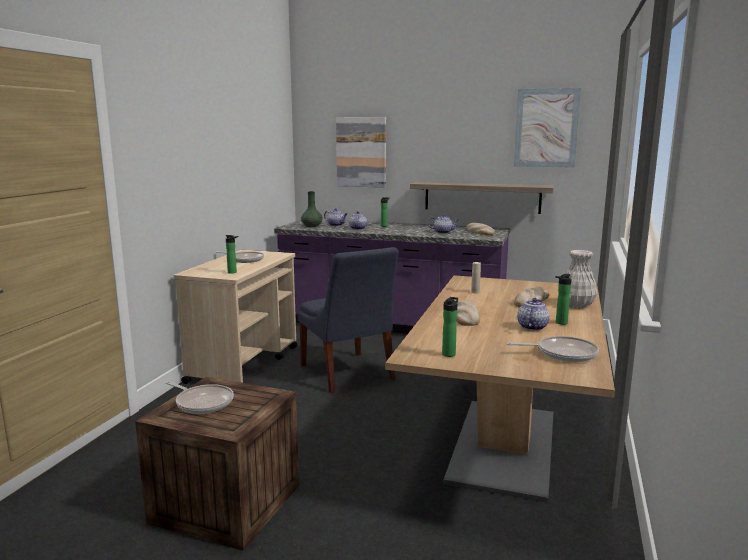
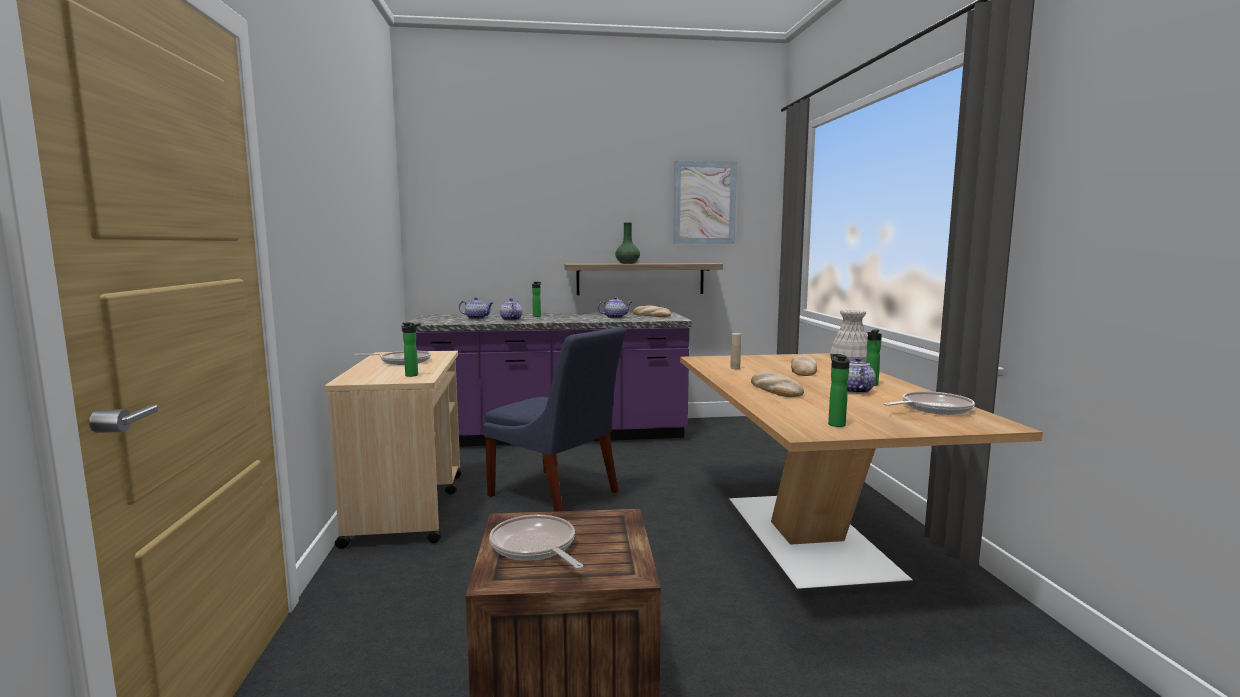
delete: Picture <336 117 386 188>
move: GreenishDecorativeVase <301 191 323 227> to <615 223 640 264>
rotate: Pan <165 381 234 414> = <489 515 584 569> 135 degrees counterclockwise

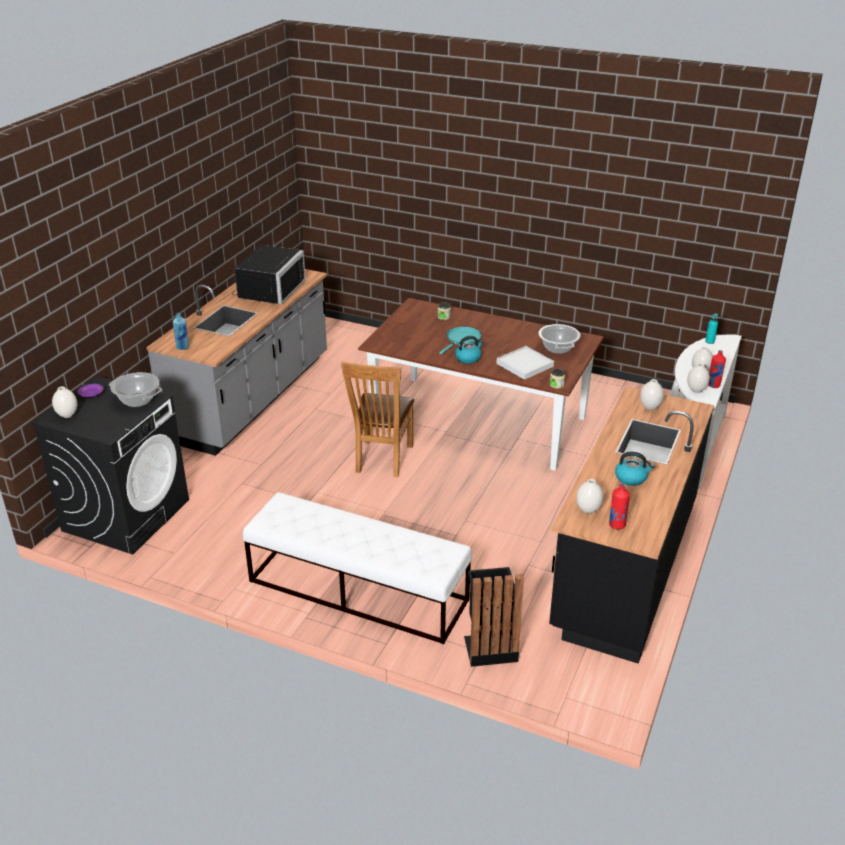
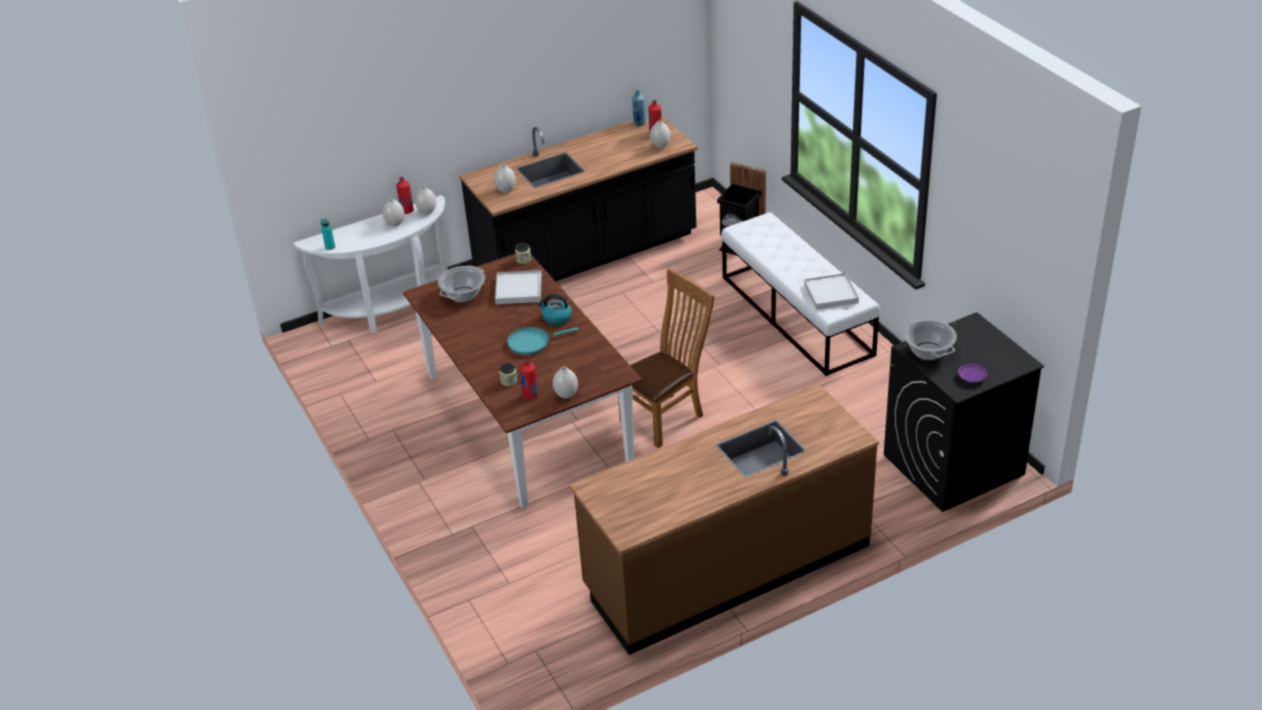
delete: BlackColouredMicrowaveOven <232 245 306 305>; WaterKettle <615 452 655 486>
insert: WhiteColouredTray <804 273 859 310>; RedBeverageBottle <520 359 538 400>
move: BlueBeverageBottle <173 313 189 350> to <632 90 646 126>; WhiteColouredDecorativeVase <52 386 77 418> to <553 367 578 399>
recolor: GreyishKitchenBaseUnit <146 269 327 456> to BrownishKitchenBaseUnit <569 384 879 655>

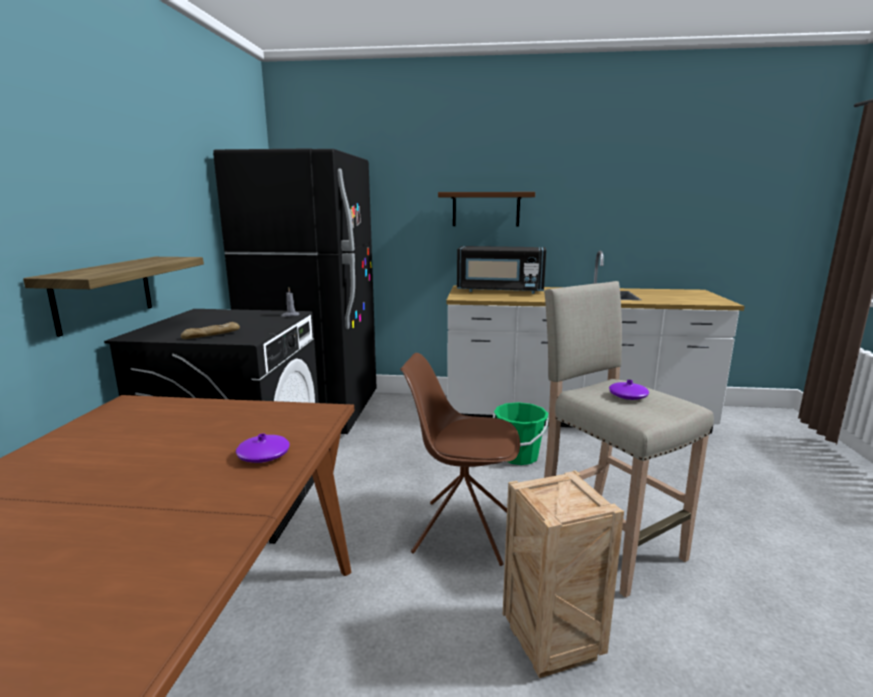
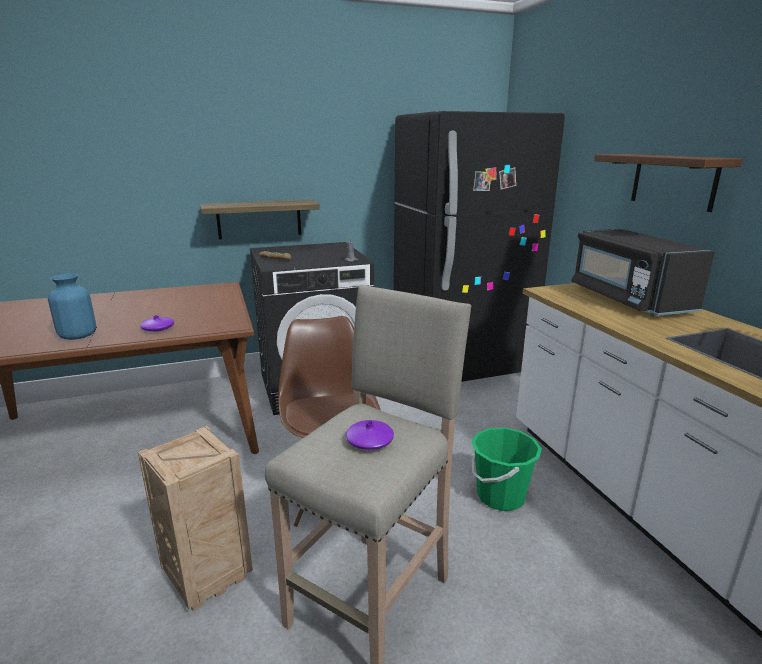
insert: BlueDecorativeVase <48 274 96 340>

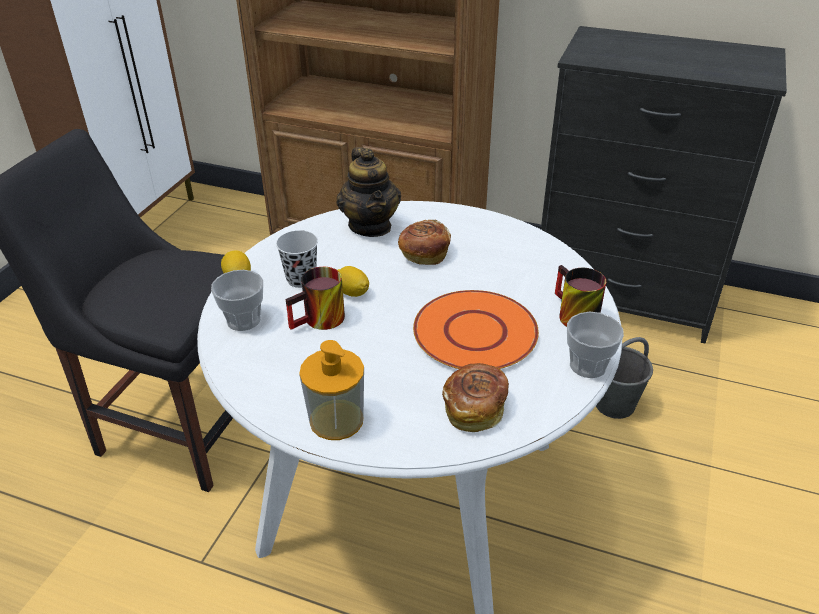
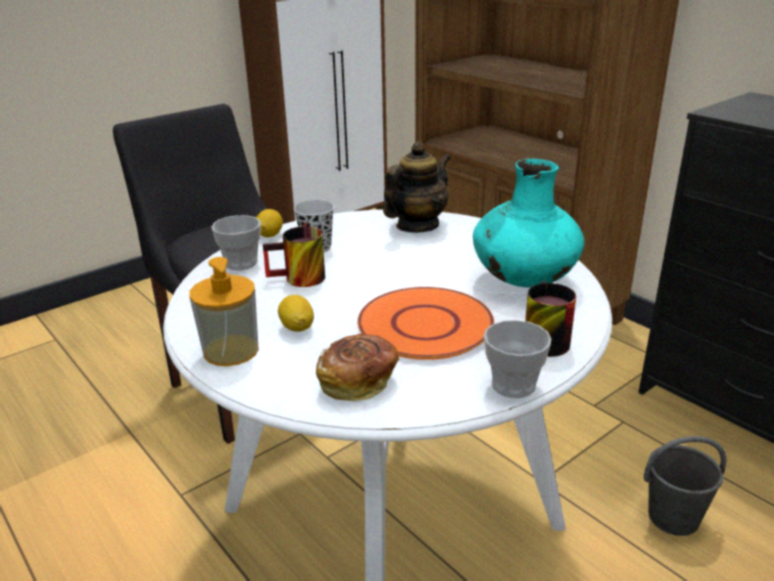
delete: BakedBread <398 220 451 265>
insert: TurquoiseColouredDecorativeVase <473 159 584 288>
move: WholeLemon <338 266 369 297> to <278 295 314 332>
rotate: TeaPot <336 147 401 237> = <383 141 451 233> 150 degrees counterclockwise

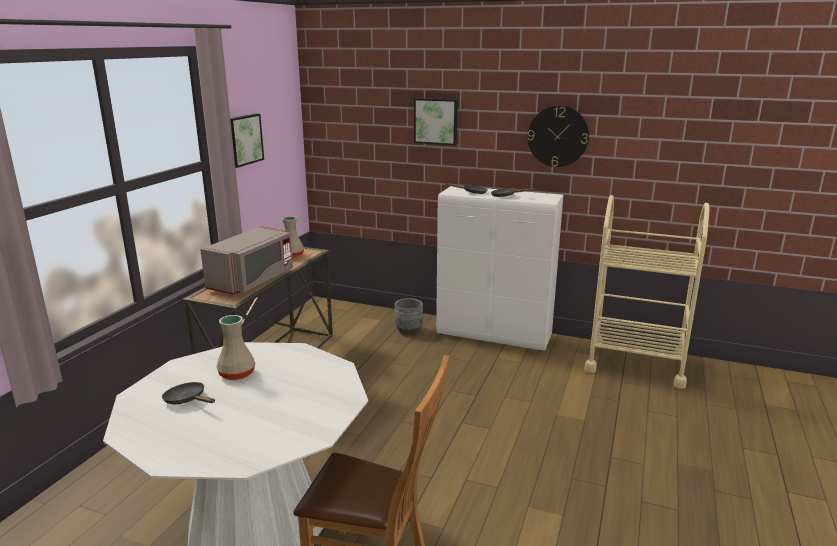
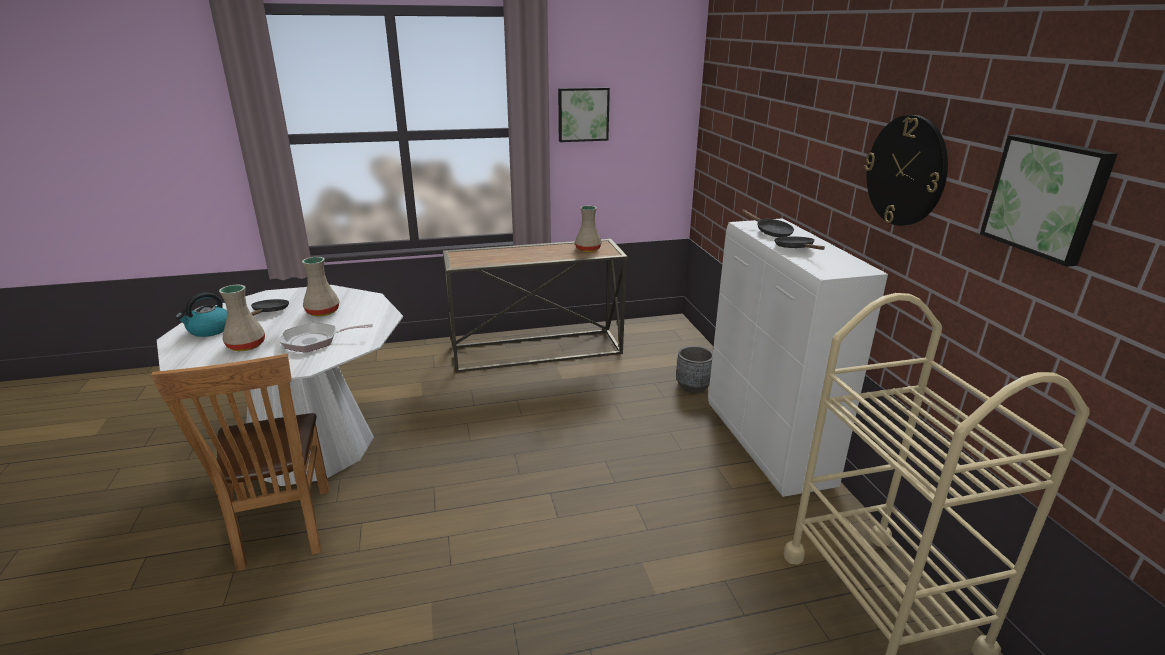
delete: GreyishMicrowaveOven <200 226 293 295>
insert: BeigeDecorativeVase <219 285 265 351>; WaterKettle <176 293 227 337>; Pan <280 322 373 353>
move: Picture <414 98 458 145> to <980 135 1118 267>

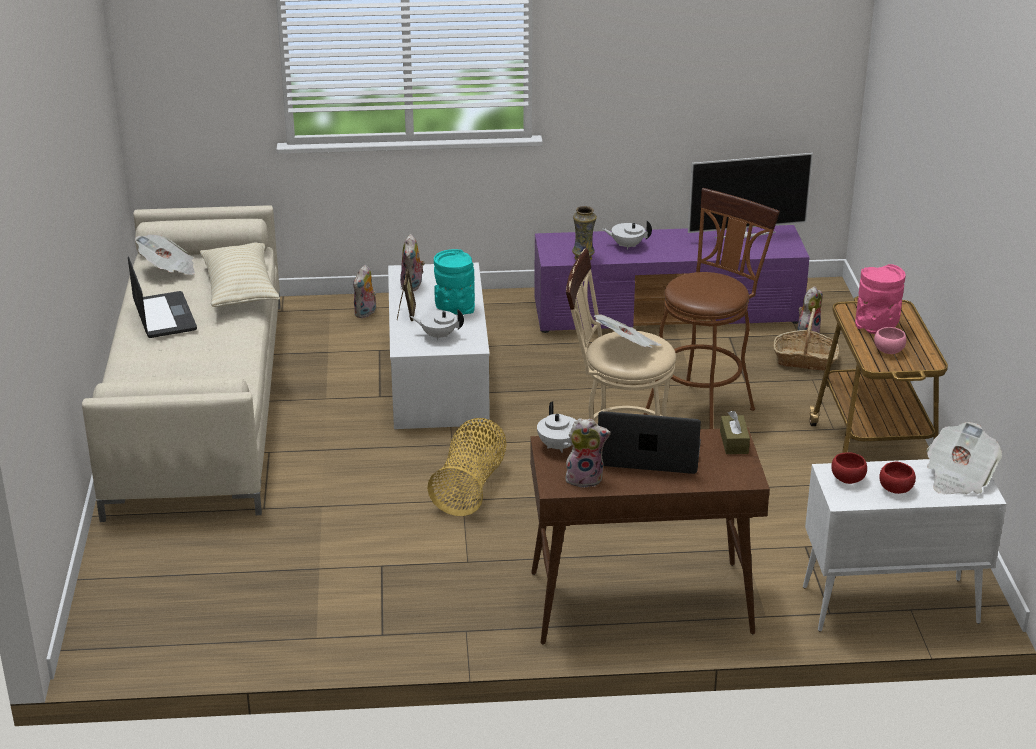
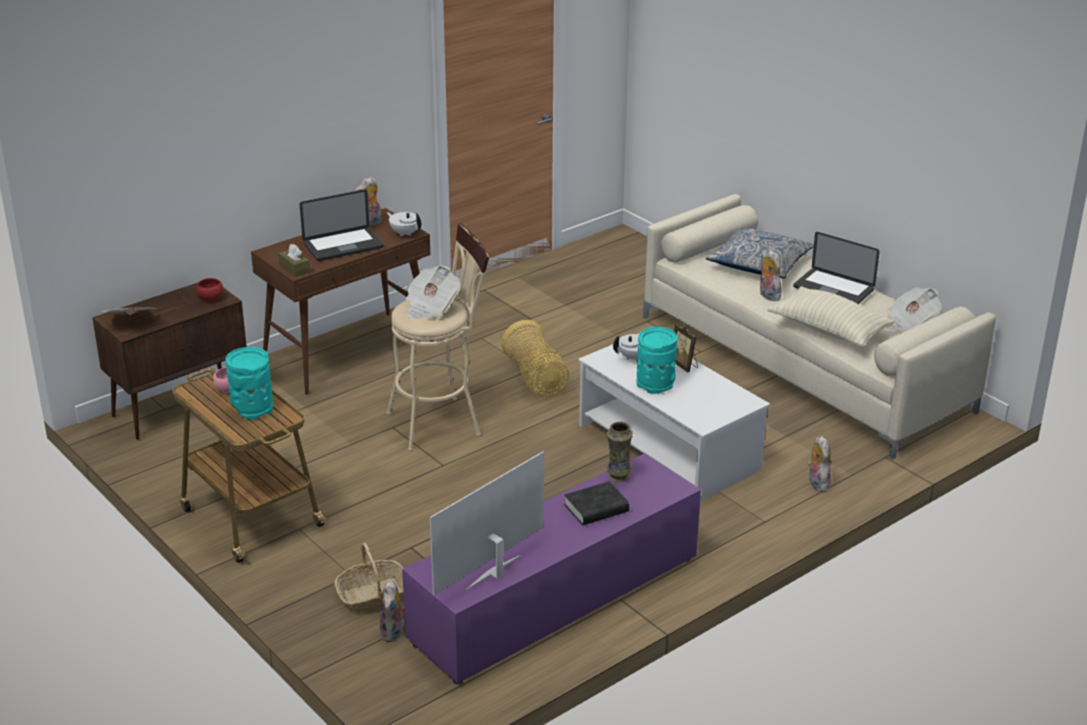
delete: BrownishStoolSeat <643 188 780 429>; RedServingBowl <879 462 916 494>
insert: Cushion <706 228 814 279>
move: CuddlyToy <400 234 425 292> to <760 250 782 301>
replace: WhiteColouredTeaPot <602 221 652 250> to BlackColouredBoundBook <564 481 629 525>
recolor: PinkColouredDecorativeVase <855 264 906 334> to TurquoiseColouredDecorativeVase <226 347 273 420>; WhiteColouredStorageCabinet <803 459 1007 632> to BrownishStorageCabinet <92 283 247 440>

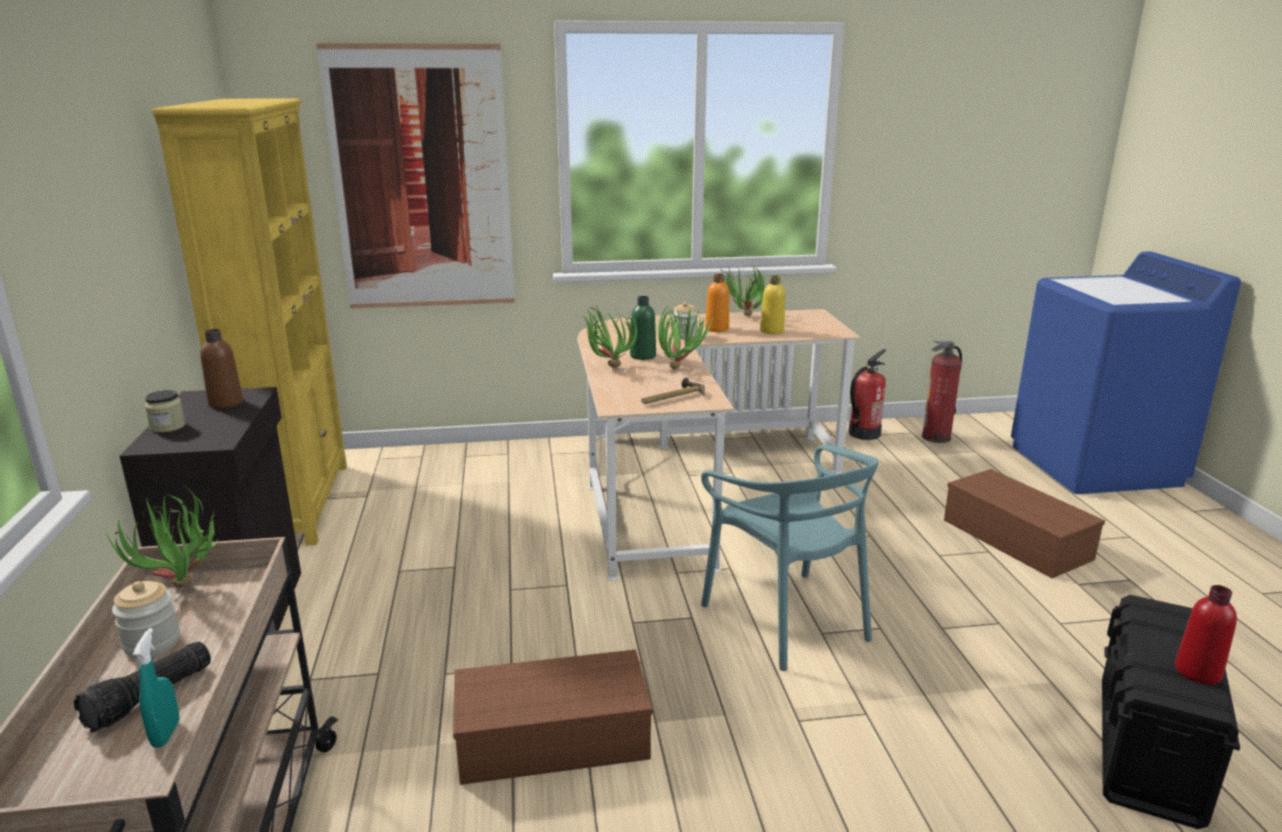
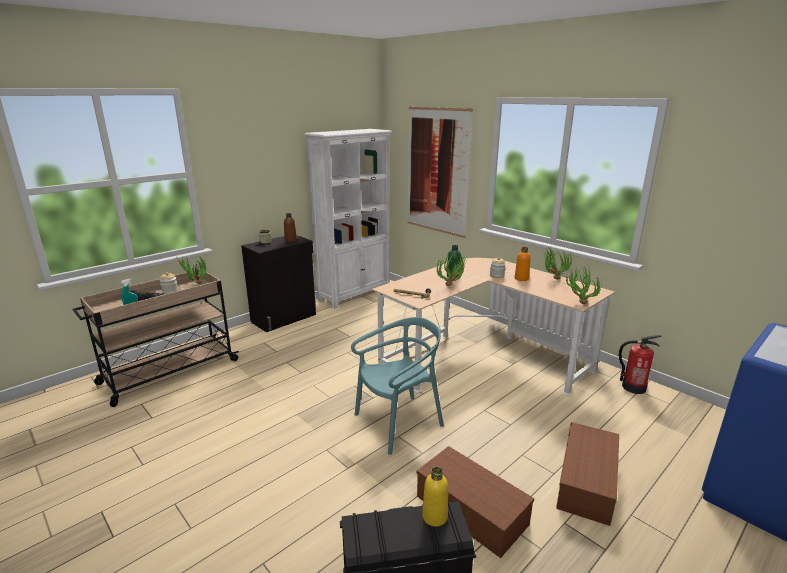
delete: Extinguisher <922 341 962 443>; RedBeverageBottle <1175 585 1237 684>
move: YellowColouredBeverageBottle <760 276 785 334> to <422 467 448 527>; Houseplant <581 303 637 368> to <566 266 602 304>; BrownishStorageContainer <453 649 653 785> to <417 446 534 558>
recolor: YellowColouredBookshelf <152 98 347 546> to WhiteColouredBookshelf <305 129 392 309>
rotate: TurquoiseColouredChair <701 445 879 671> = <351 317 444 455> 150 degrees counterclockwise

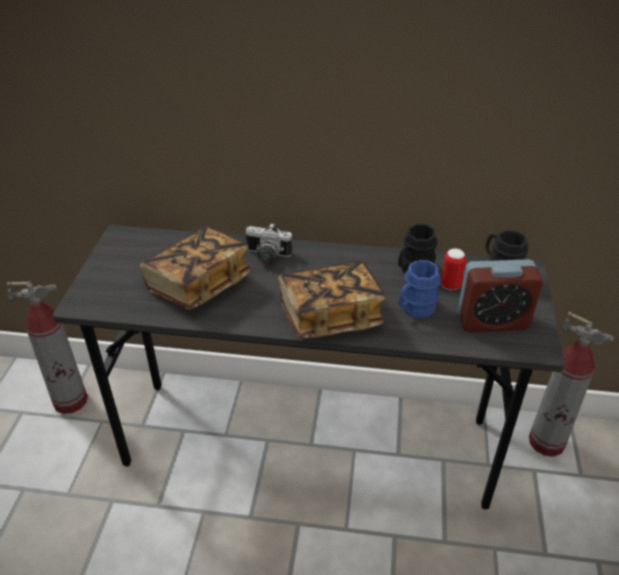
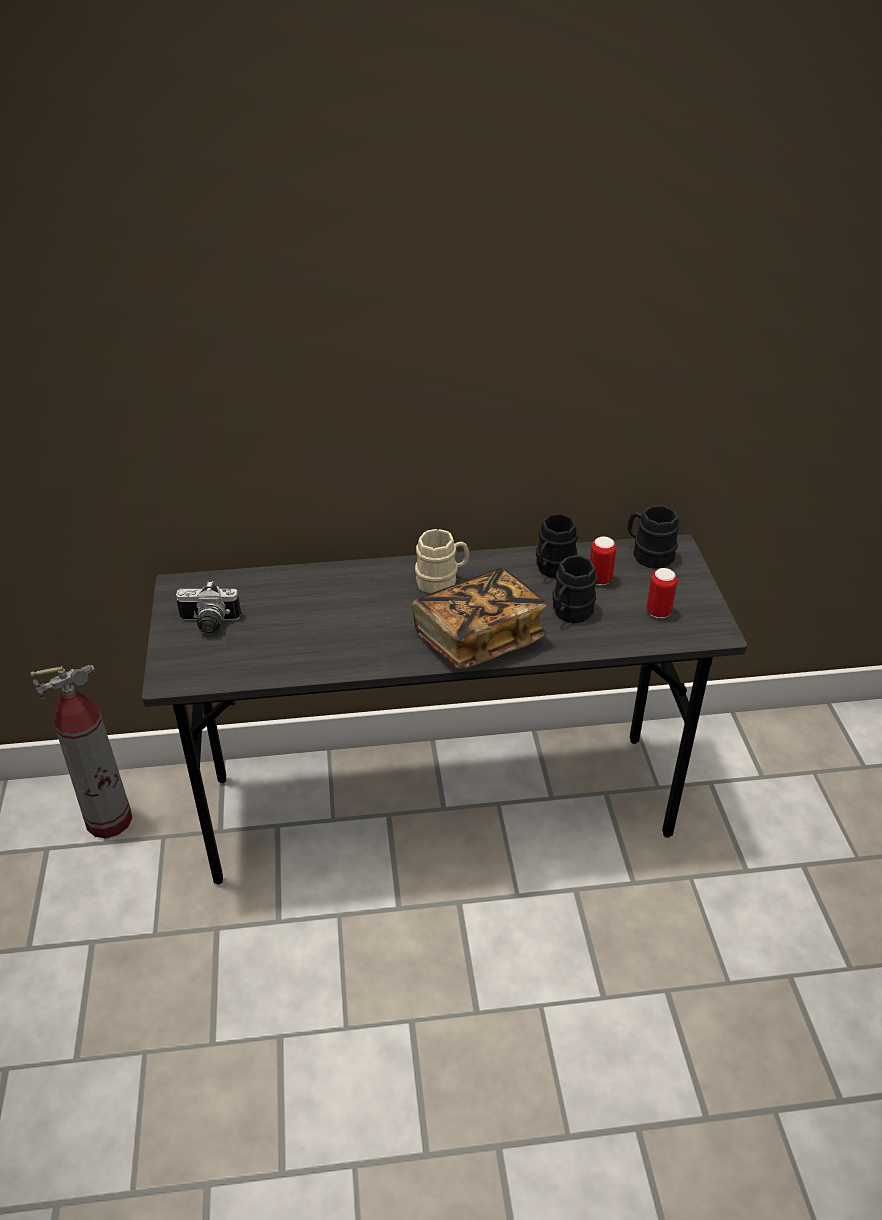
delete: BoundBook <140 226 251 310>; Extinguisher <529 312 613 457>
insert: BeigeCoffeeMug <415 529 469 593>
move: StillCamera <246 223 292 264> to <176 581 241 634>
replace: AlarmClock <457 259 543 332> to MetalCan <647 568 677 618>
recolor: BlueCoffeeMug <399 260 441 318> to BlackColouredCoffeeMug <553 555 598 623>

